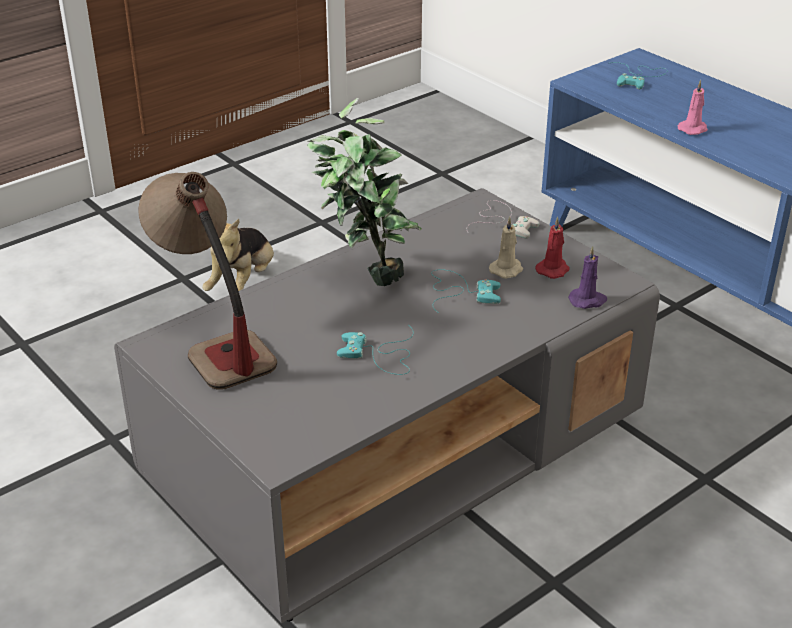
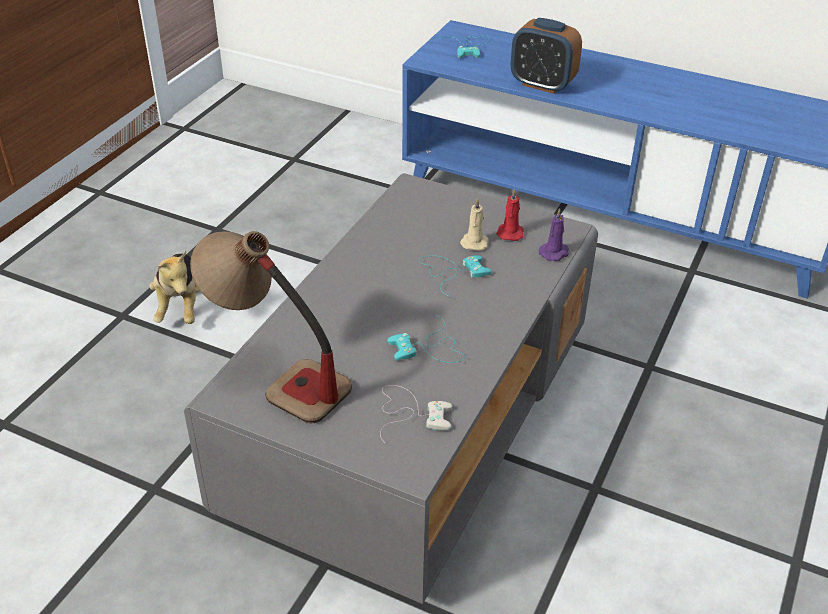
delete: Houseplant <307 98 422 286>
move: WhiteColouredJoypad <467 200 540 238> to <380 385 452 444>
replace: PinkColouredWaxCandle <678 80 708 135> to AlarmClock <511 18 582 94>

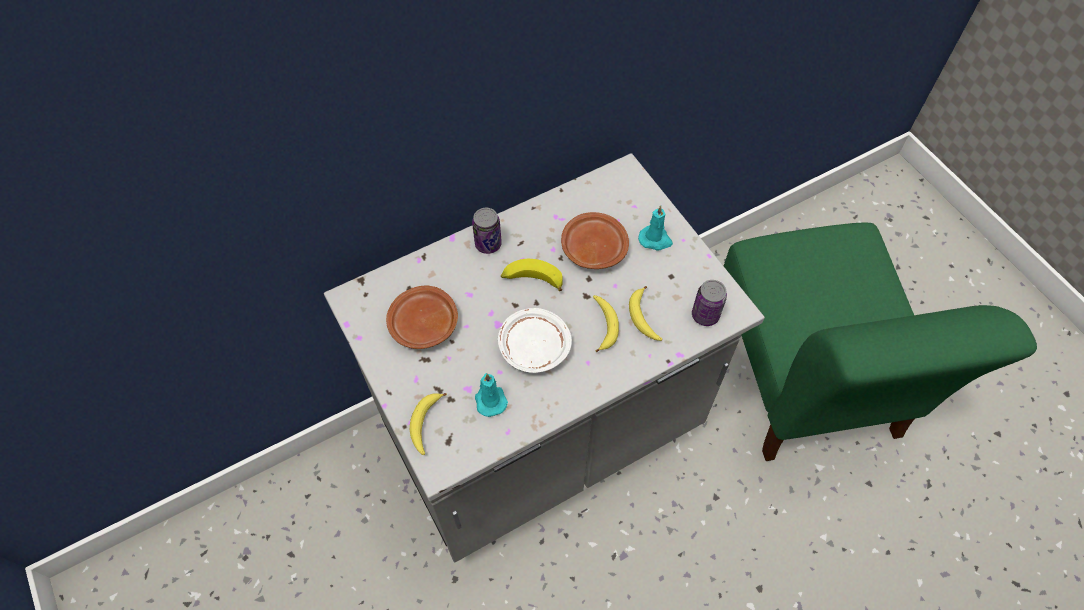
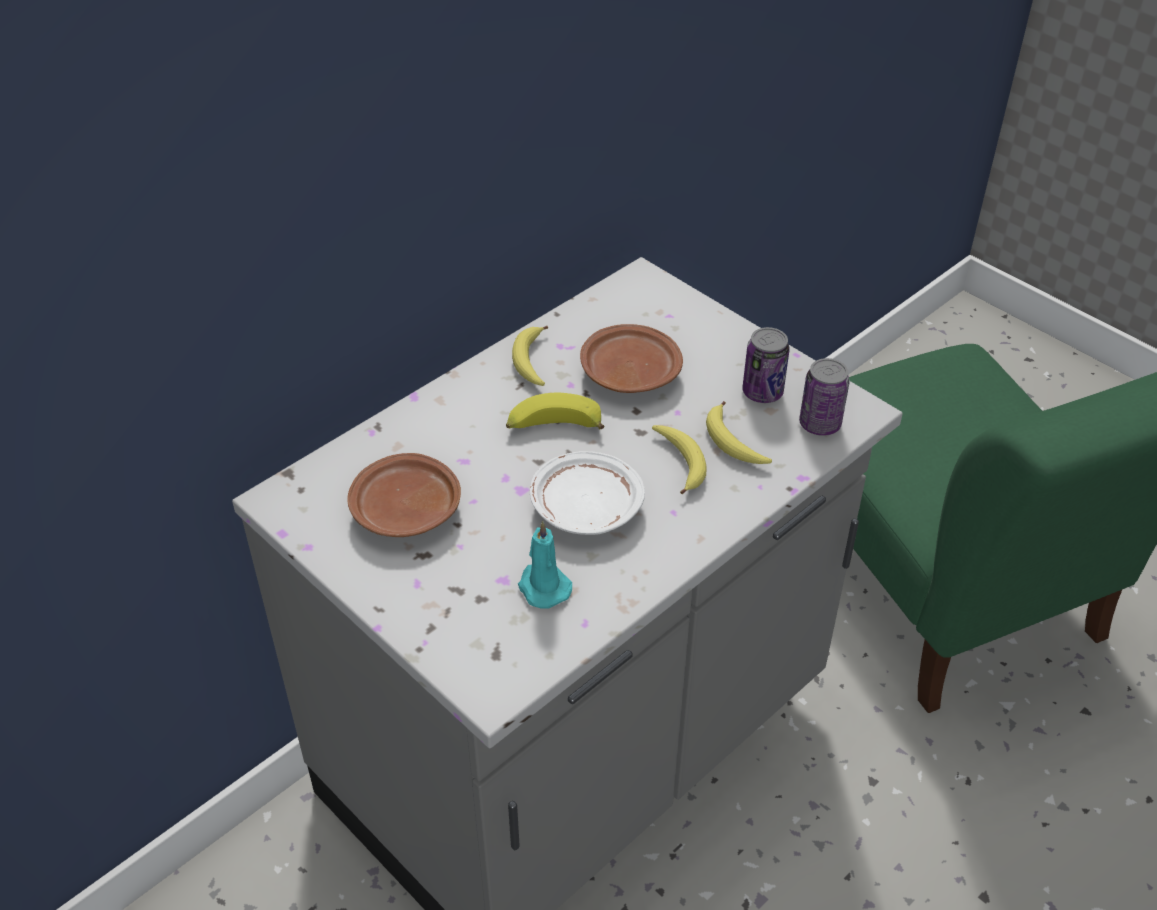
delete: TurquoiseColouredWaxCandle <638 205 673 251>
move: MetalCan <472 208 502 254> to <742 327 790 403>; Banana <410 393 447 455> to <512 326 548 386>

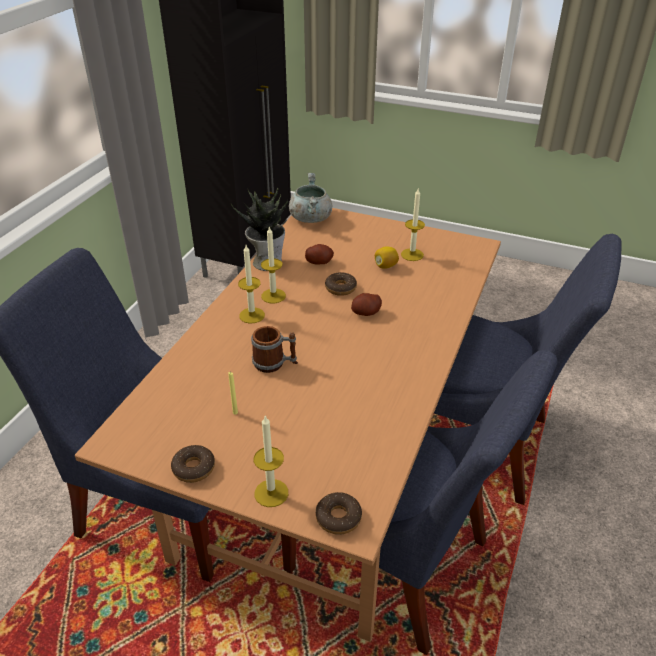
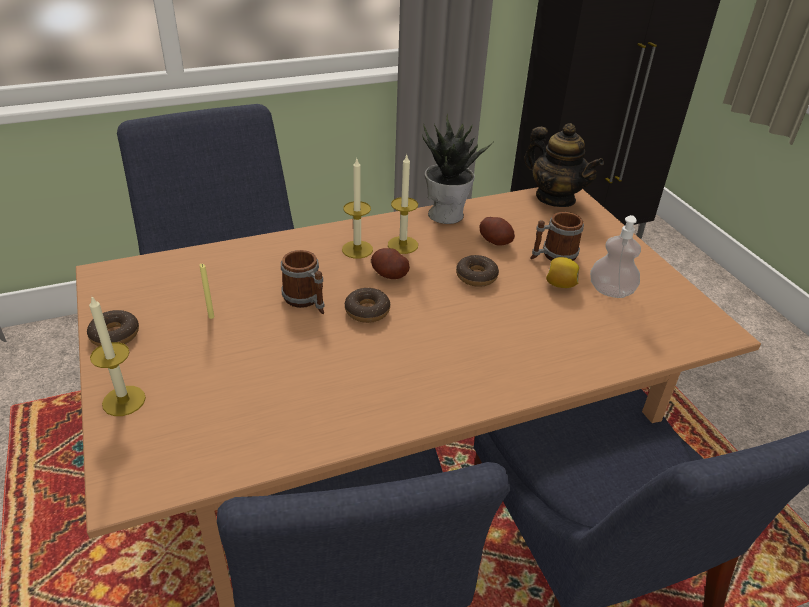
insert: CoffeeMug <530 212 584 261>
move: WholePotato <351 293 382 316> to <371 248 410 279>; RingDoughnut <316 492 362 535> to <345 288 390 323>
replace: GreyishSaucepot <289 173 332 223> to TeaPot <524 123 604 207>; WaxCandle <401 189 425 261> to SoapDispenser <590 215 641 298>

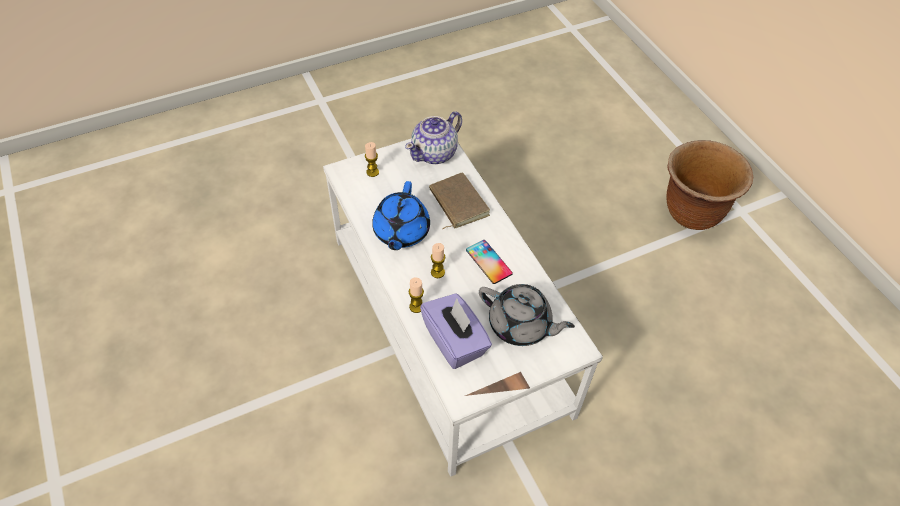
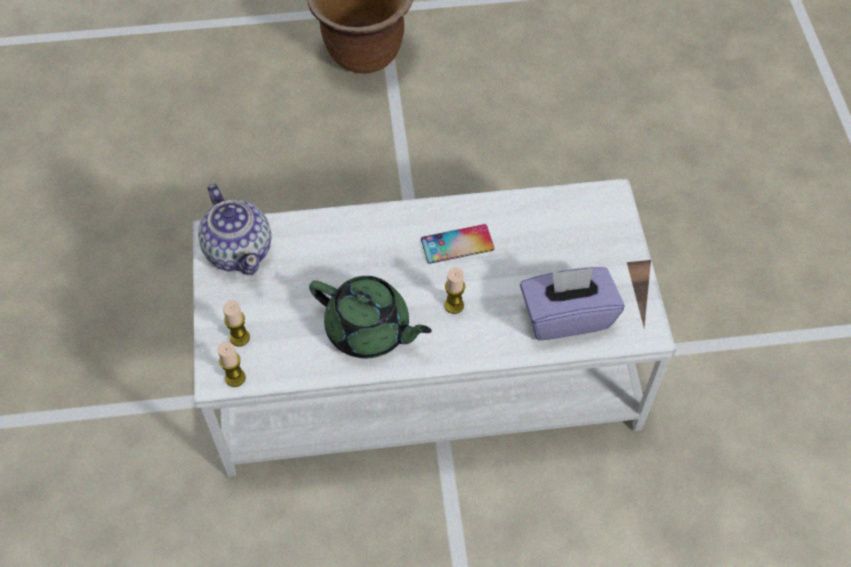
delete: BrownishBoundBook <429 172 490 229>; GreyishTeaPot <479 284 575 346>
move: WaxCandle <409 277 424 313> to <218 342 246 387>
recolor: BlueTeaPot <372 181 430 250> to GreenishTeaPot <309 276 432 358>

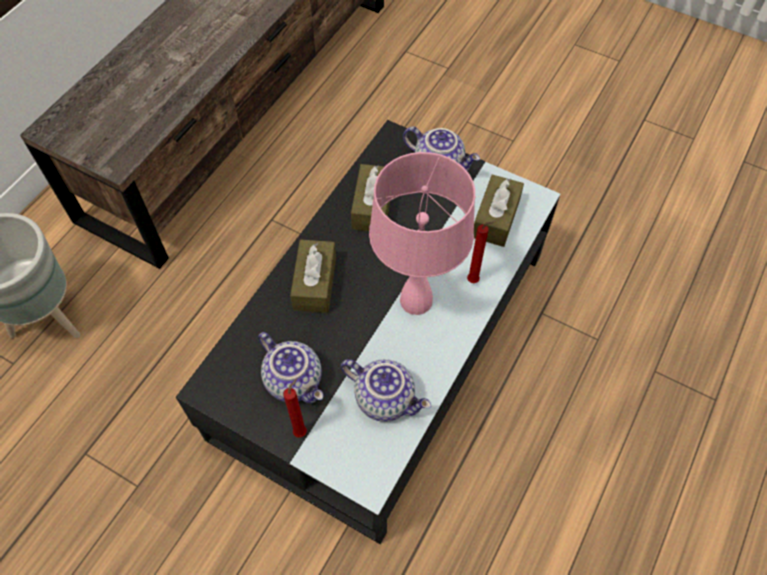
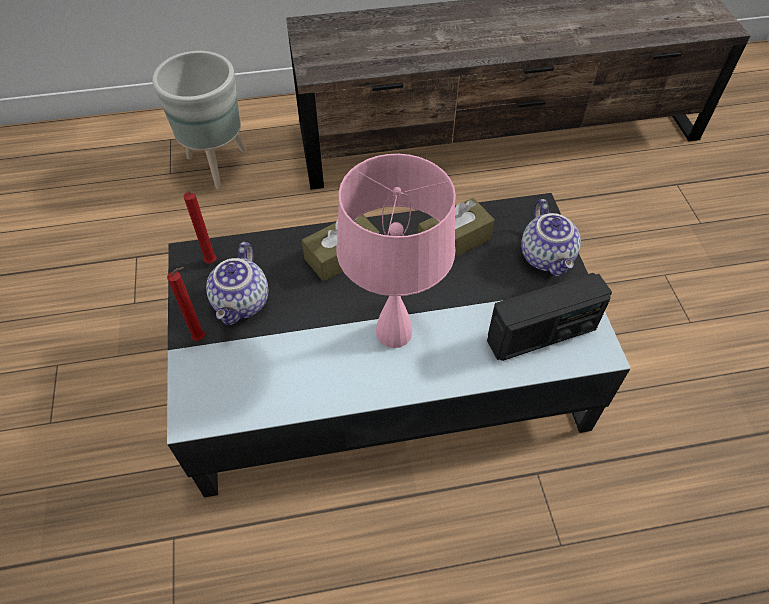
delete: TeaPot <341 359 431 422>
move: RedWaxCandle <467 221 496 283> to <183 191 217 264>
replace: BrownishTissueBox <474 174 524 247> to Radio <487 273 612 361>

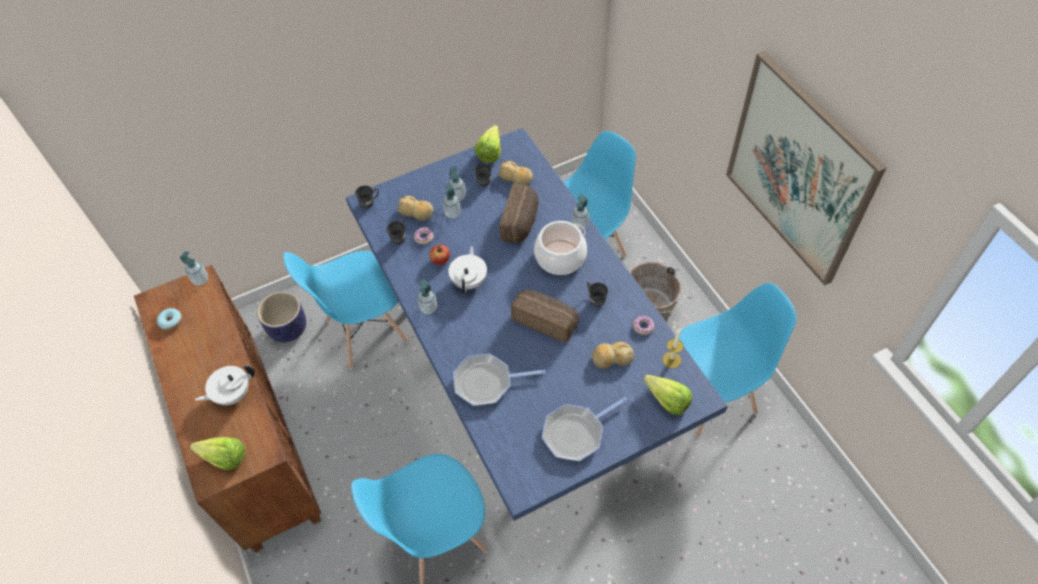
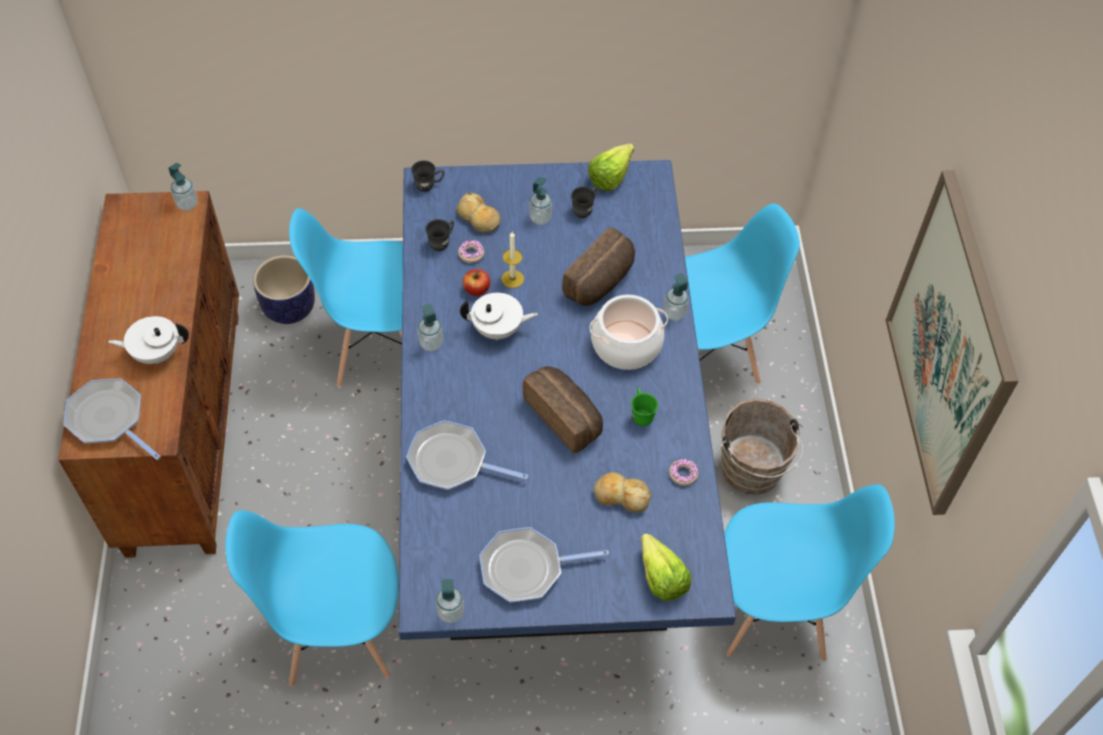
delete: BakedBread <498 161 533 186>; RingDoughnut <157 308 182 330>
move: SoapDispenser <443 183 461 218> to <436 579 464 623>; WaxCandle <662 329 683 368> to <501 232 524 288>
replace: LettuceHead <190 437 245 470> to Pan <63 379 161 460>
recolor: GreyishCoffeeMug <587 282 608 307> to GreenishCoffeeMug <631 388 658 426>
rotate: WhiteColouredTeaPot <448 246 487 294> = <460 293 538 341> 60 degrees clockwise

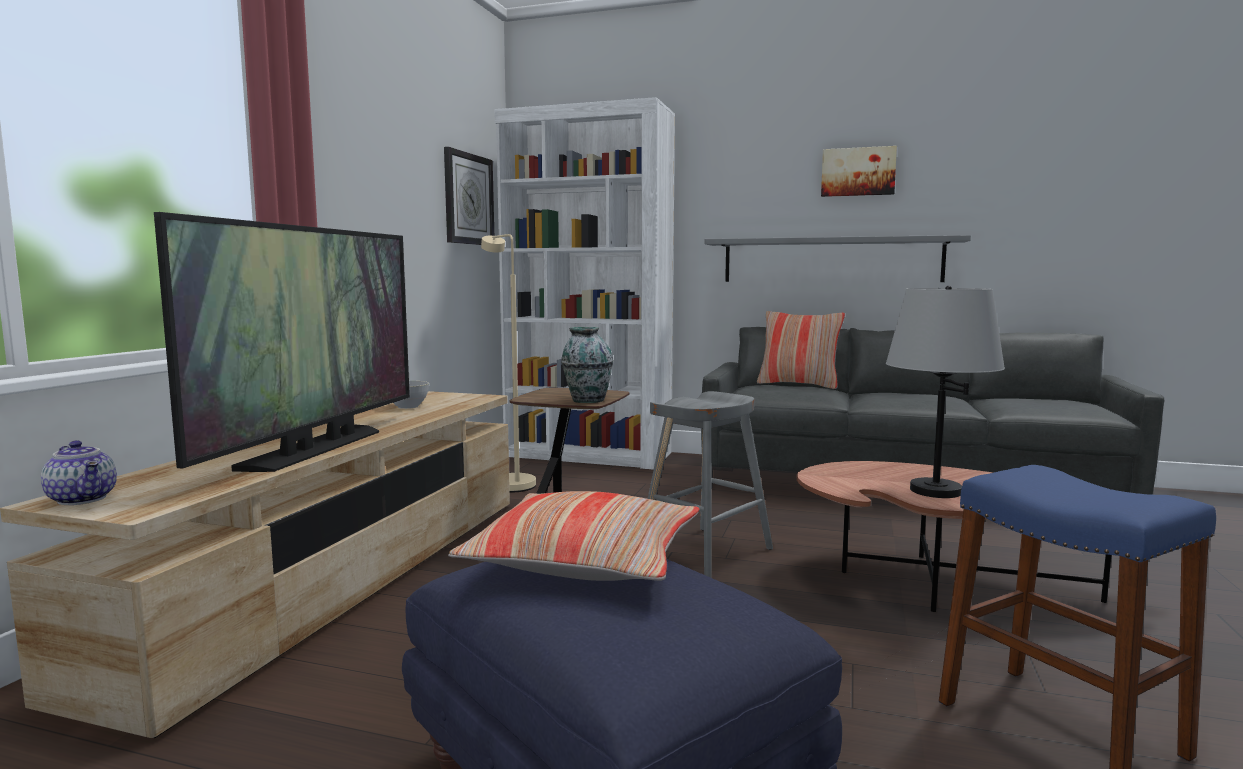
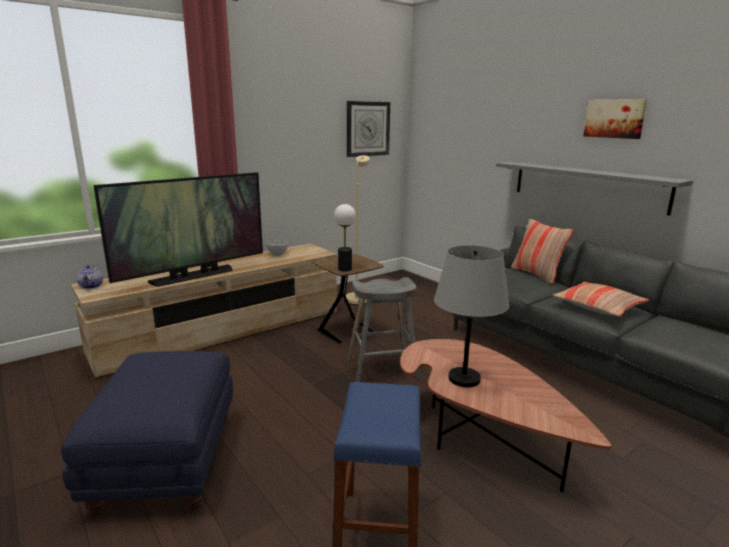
delete: WhiteColouredBookshelf <494 97 675 470>
move: Cushion <448 491 700 581> to <553 282 649 317>
replace: DecorativeVase <561 327 614 403> to TabletopLamp <334 204 356 272>

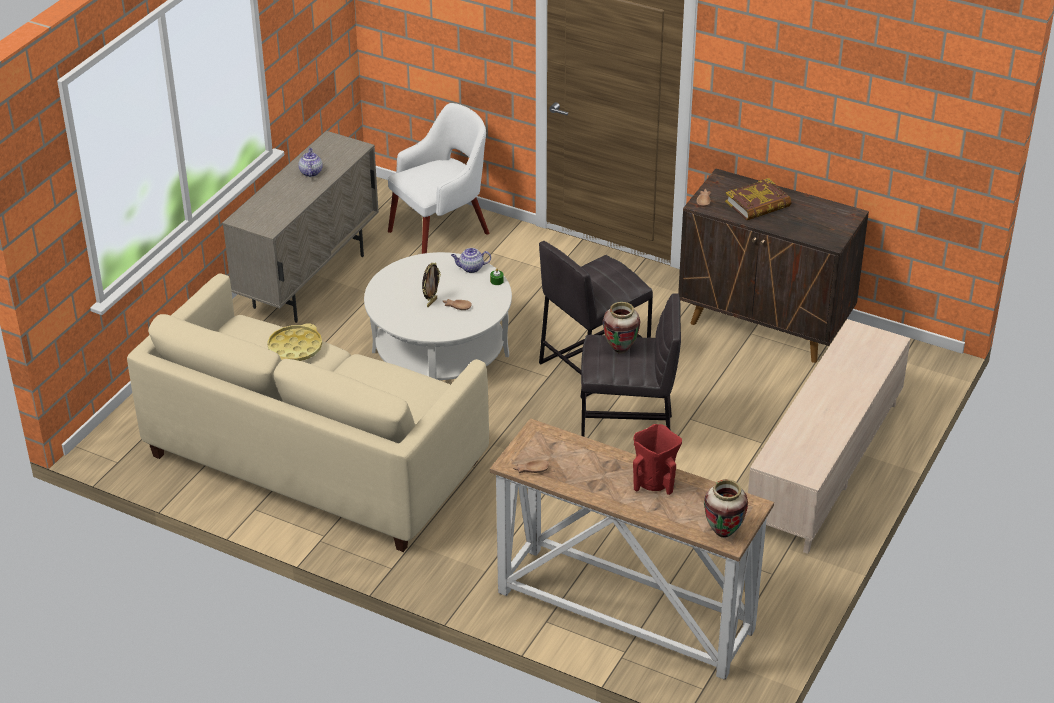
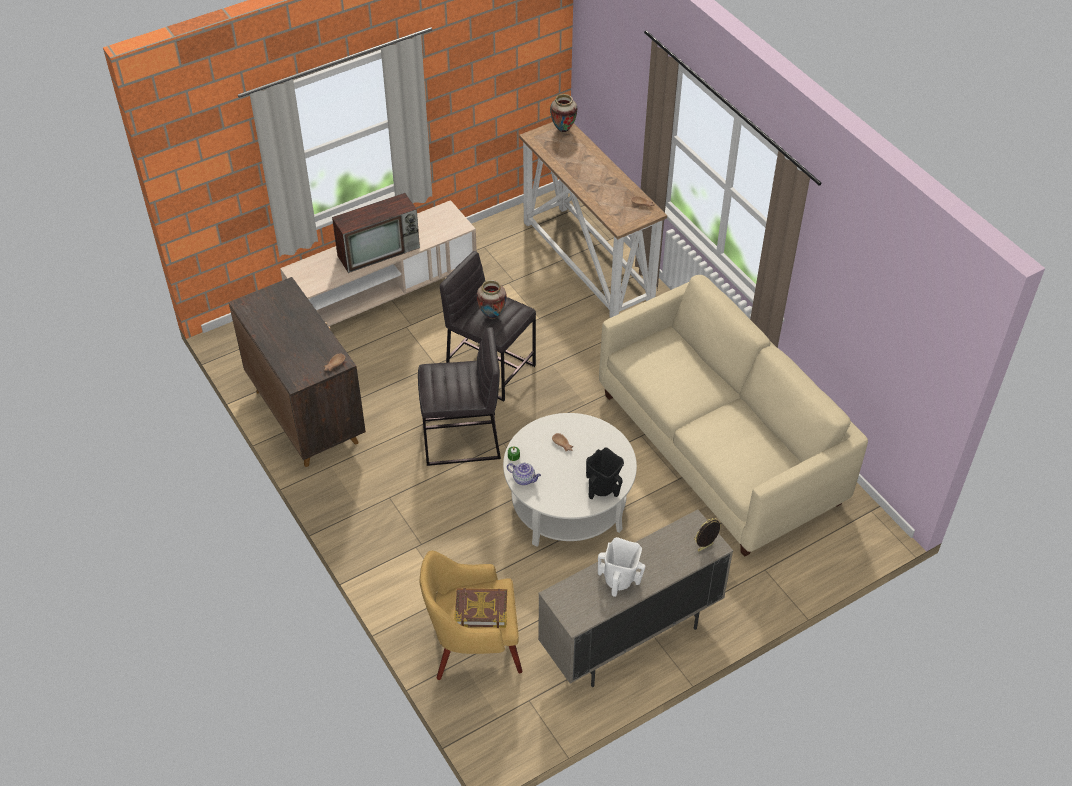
delete: YellowColouredTray <267 323 322 361>; RedDecorativeVase <633 424 682 495>
insert: Television <332 193 420 273>; BlackColouredDecorativeVase <586 448 624 499>
move: BoundBook <725 178 792 220> to <454 588 507 628>; StandingFrame <422 262 441 307> to <694 518 721 551>
replace: TeaPot <298 148 323 177> to WhiteColouredDecorativeVase <598 537 645 597>
recolor: WhiteColouredLoungeChair <388 103 489 254> to YellowColouredLoungeChair <420 550 523 680>

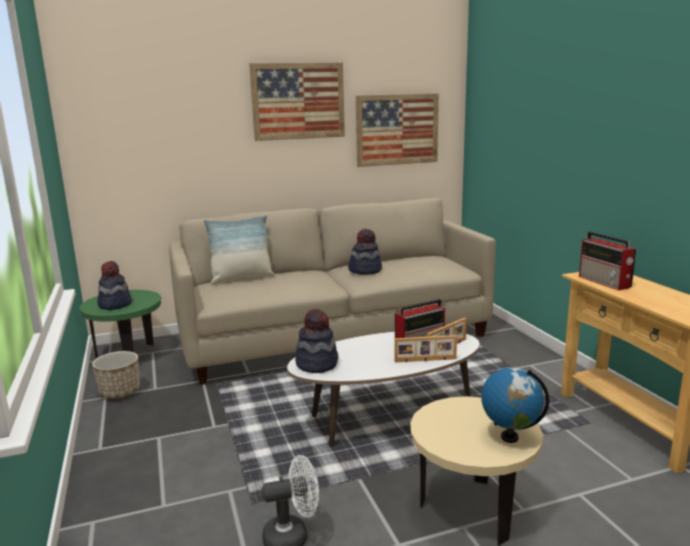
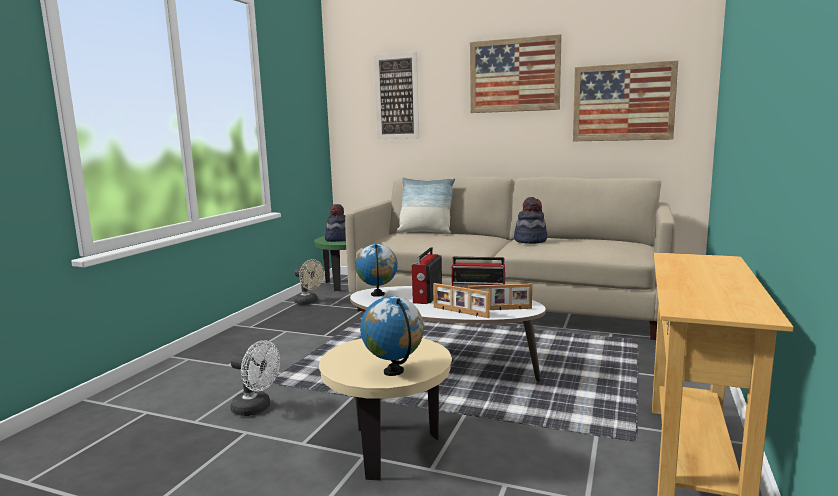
insert: Picture <374 52 419 139>
move: Radio <579 231 636 290> to <412 247 442 304>
replace: Hat <295 309 338 373> to Globe <355 244 398 297>; Planter <92 351 140 399> to BeigeCoolingFan <294 259 324 305>

